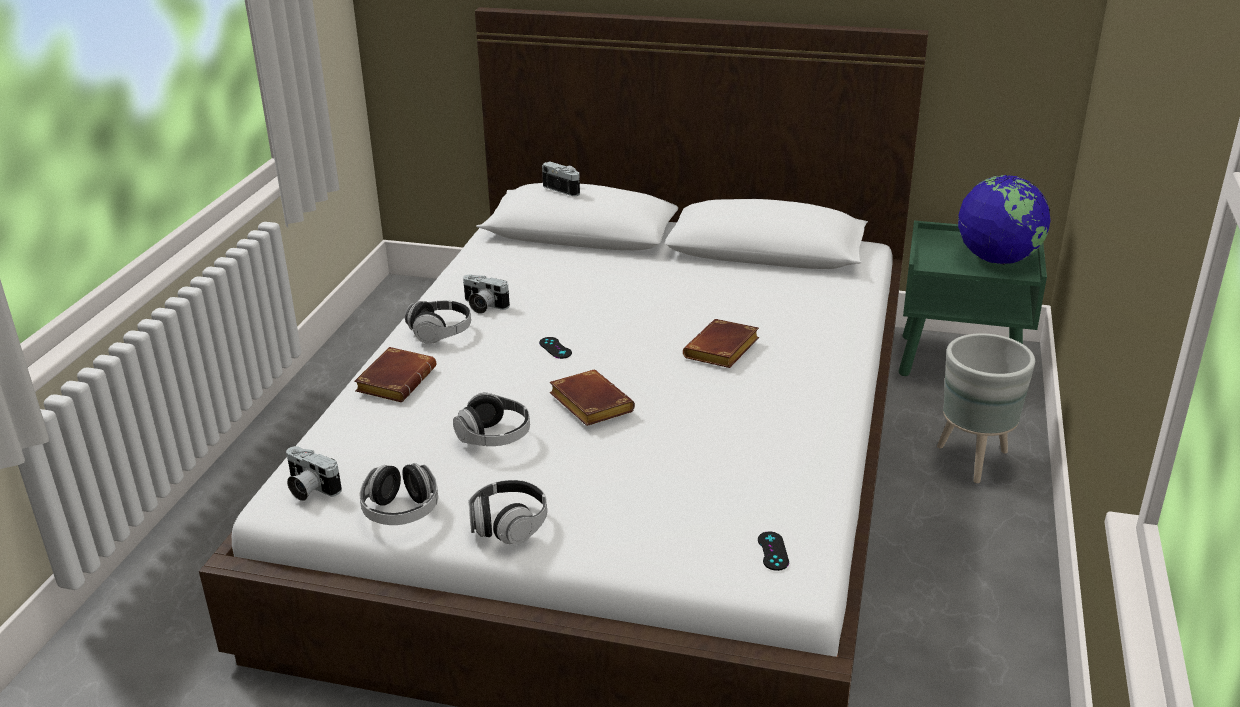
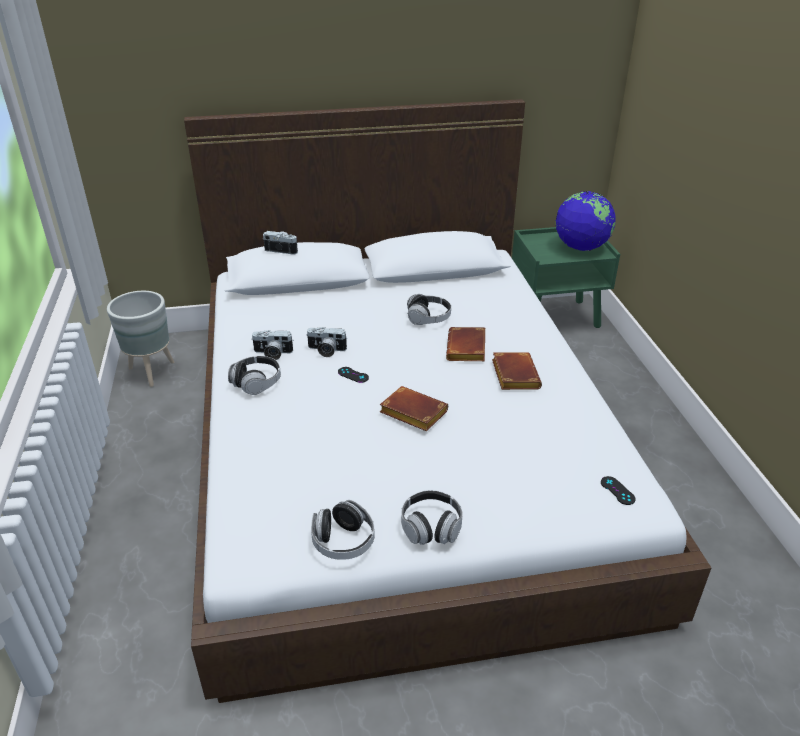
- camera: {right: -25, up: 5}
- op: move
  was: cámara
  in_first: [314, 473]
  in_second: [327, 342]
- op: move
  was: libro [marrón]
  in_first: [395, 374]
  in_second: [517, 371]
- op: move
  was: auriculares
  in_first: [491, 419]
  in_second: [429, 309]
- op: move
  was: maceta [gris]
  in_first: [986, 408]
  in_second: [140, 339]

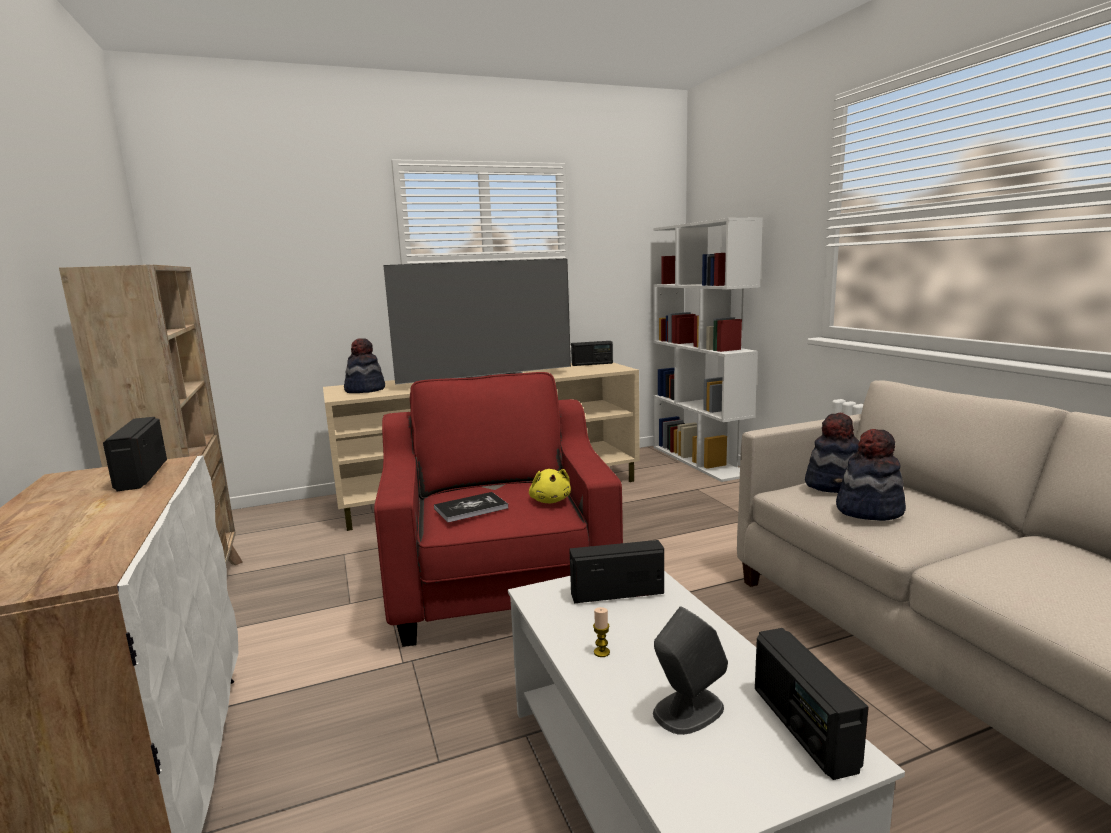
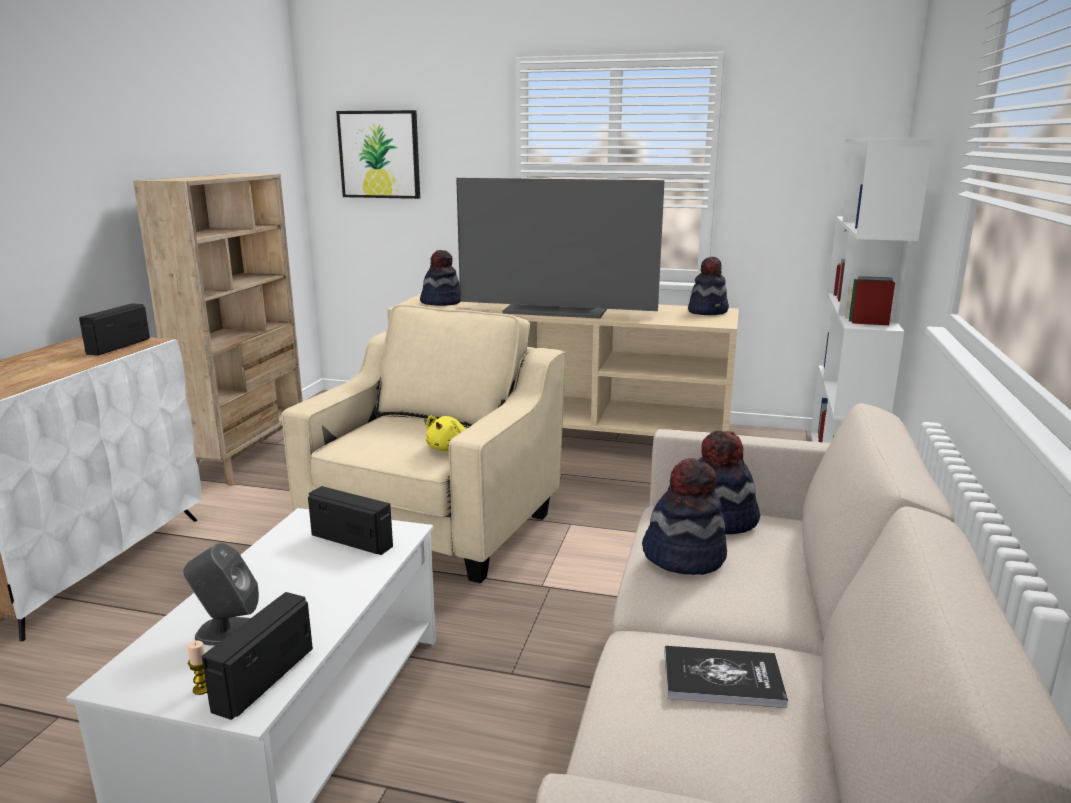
- camera: {right: 35, up: 5}
- op: recolor
  was: sillón [rojo]
  now: sillón [beis]
  in_first: [498, 509]
  in_second: [424, 443]
- op: move
  was: libro
  in_first: [471, 507]
  in_second: [726, 677]
- op: replace
  was: radio
  now: sombrero
  in_first: [592, 353]
  in_second: [708, 285]
- op: move
  was: vela
  in_first: [601, 632]
  in_second: [197, 667]
- op: insert
  now: cuadro
  in_second: [378, 154]

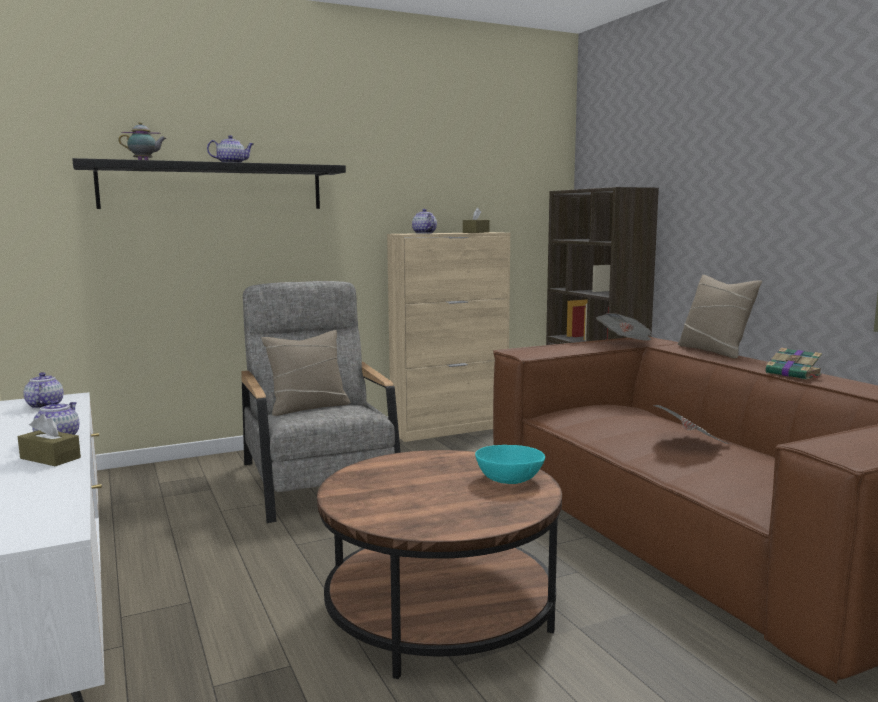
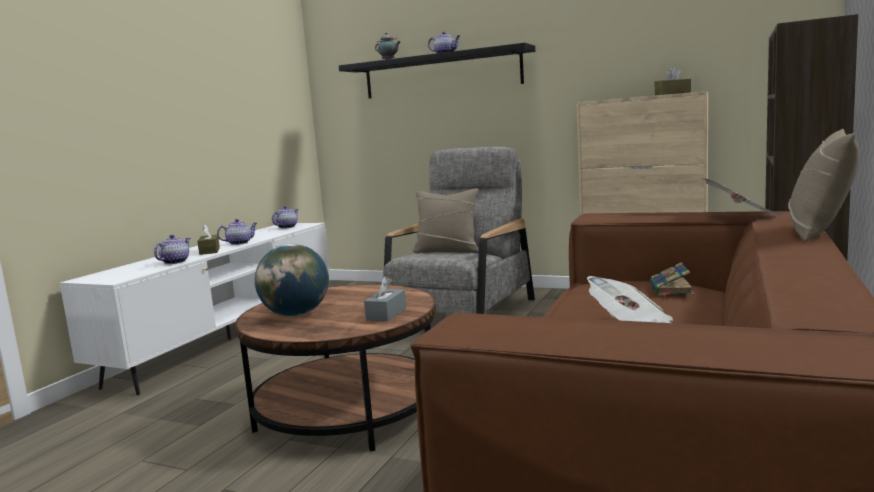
- camera: {right: 50, up: 0}
- op: move
  was: tetera
  in_first: [424, 221]
  in_second: [172, 249]
- op: replace
  was: cuenco [turquesa]
  now: caja de pañuelos [gris]
  in_first: [510, 464]
  in_second: [385, 298]
- op: move
  was: libro
  in_first: [794, 363]
  in_second: [672, 279]
- op: insert
  now: globo terráqueo
  in_second: [292, 280]

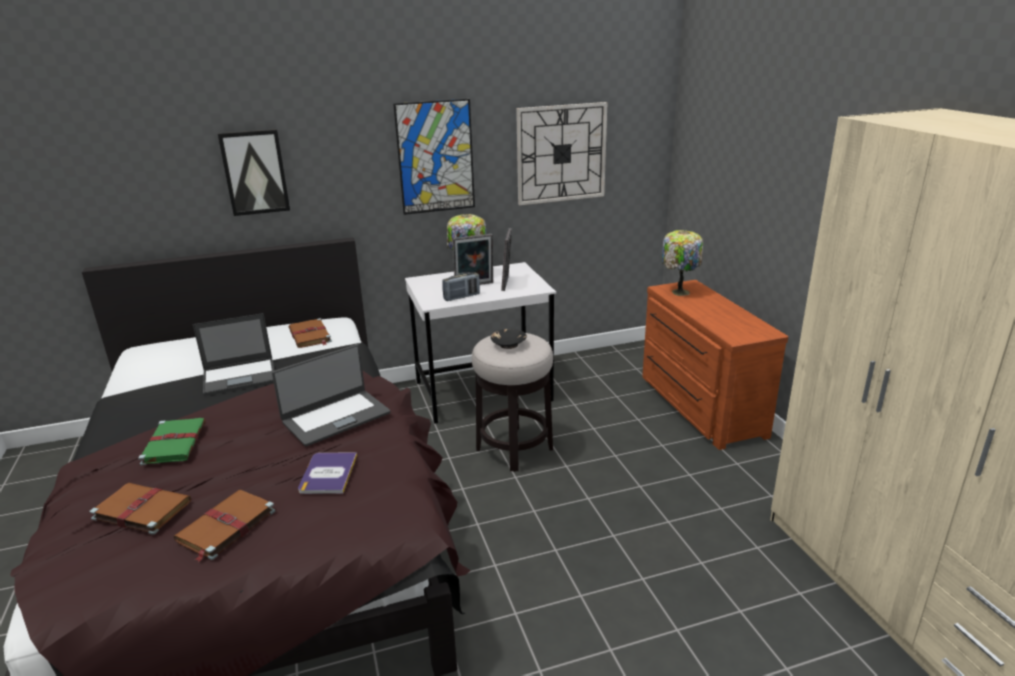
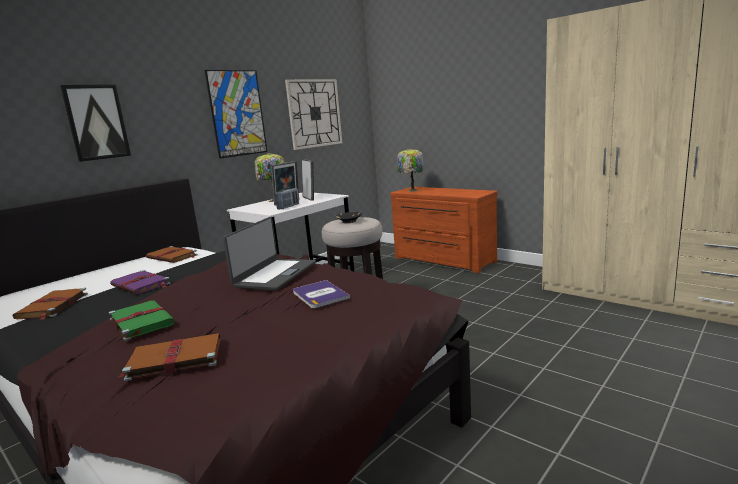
- camera: {right: -30, up: -10}
- op: move
  was: libro [marrón]
  in_first: [224, 526]
  in_second: [50, 304]
- op: replace
  was: portátil
  now: libro [morado]
  in_first: [233, 354]
  in_second: [140, 282]

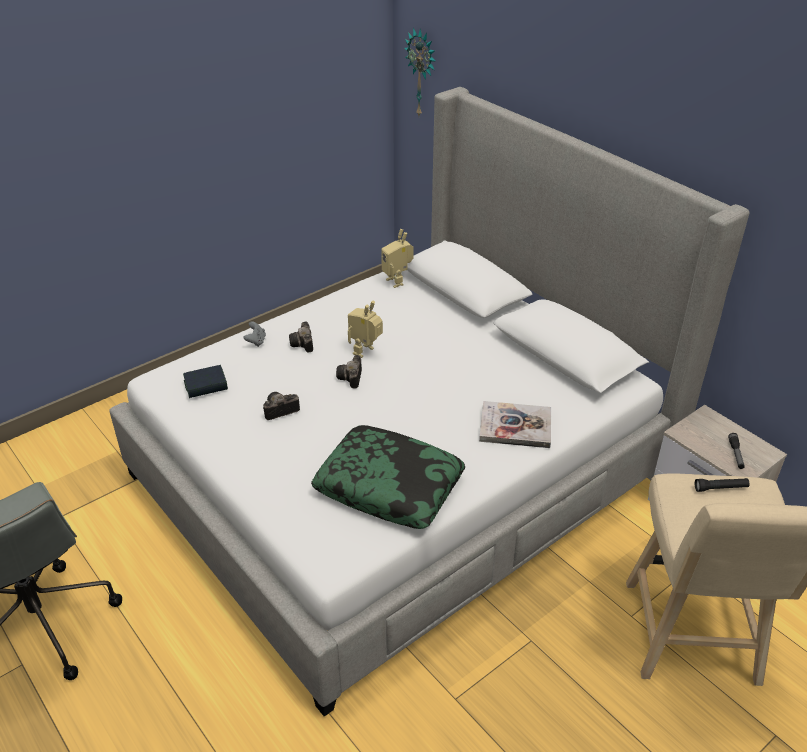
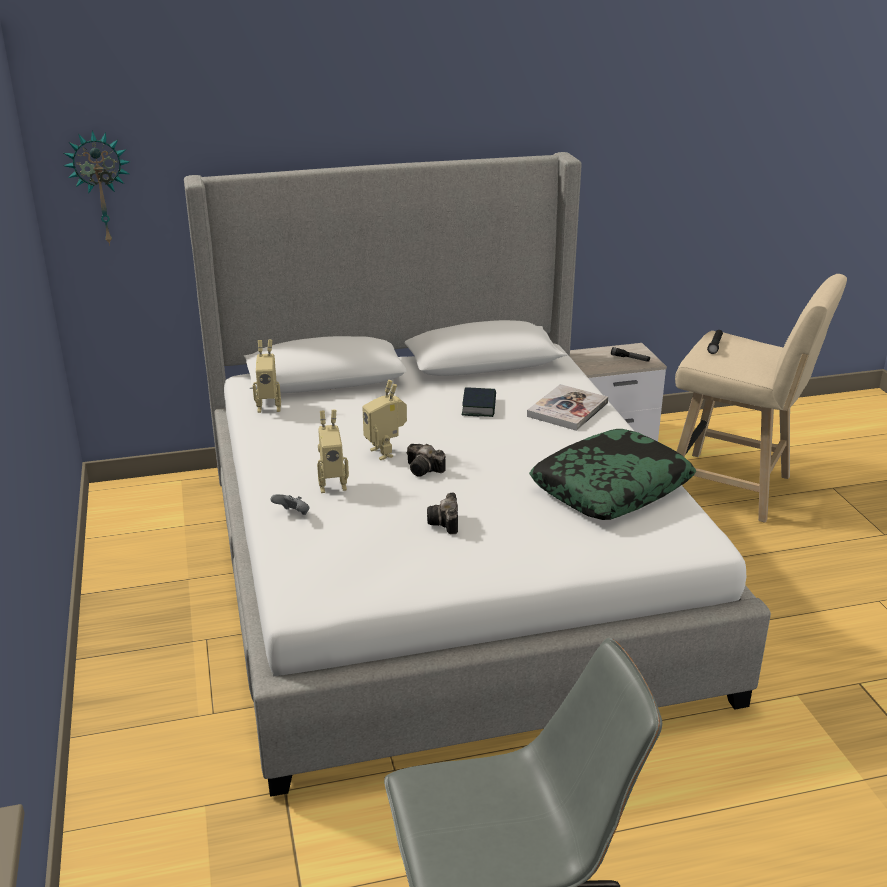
- camera: {right: -65, up: -10}
- op: move
  was: libro
  in_first: [205, 381]
  in_second: [479, 402]
- op: replace
  was: cámara
  now: robot de juguete
  in_first: [301, 336]
  in_second: [333, 451]

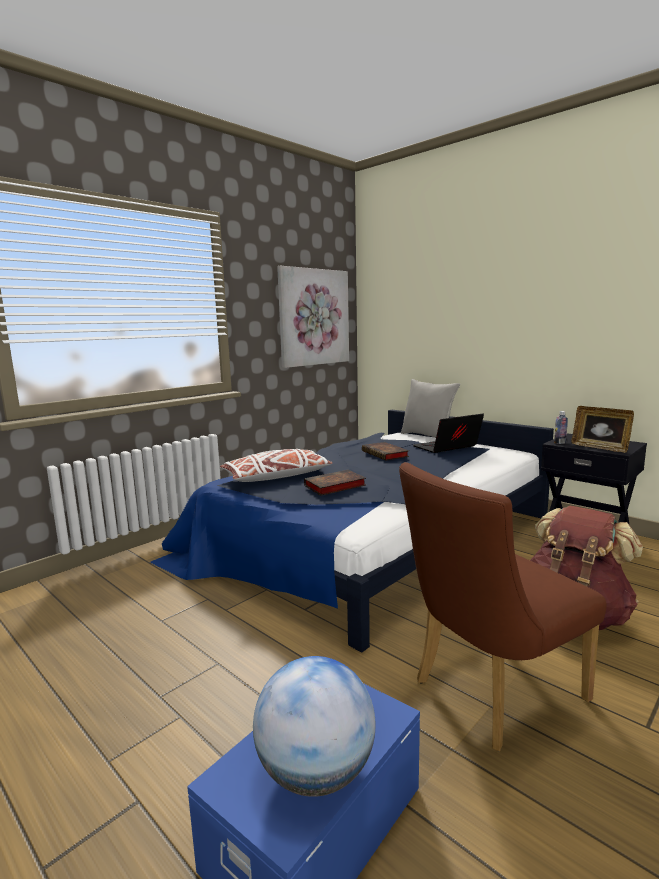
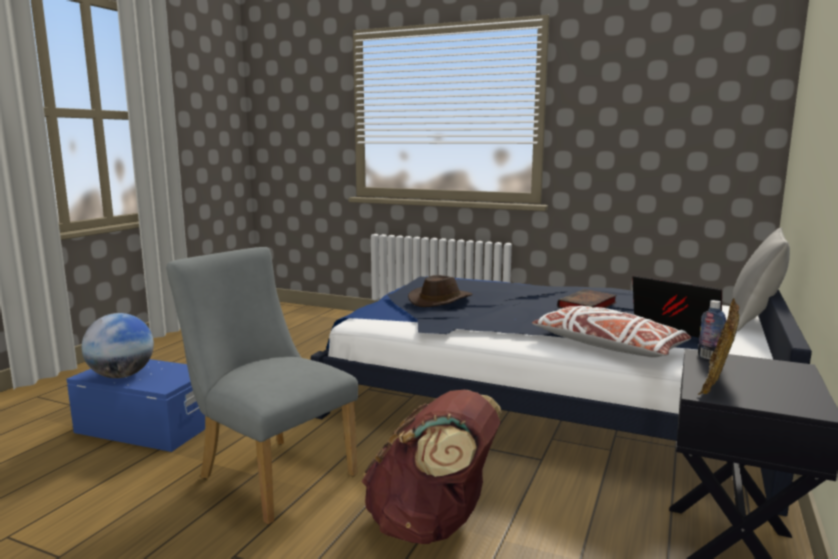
- camera: {right: 70, up: 0}
- op: move
  was: cojín [blanco]
  in_first: [276, 465]
  in_second: [611, 332]
- op: delete
  was: cuadro
  in_first: [313, 317]
- op: replace
  was: libro
  now: sombrero [marrón]
  in_first: [335, 483]
  in_second: [440, 291]
- op: recolor
  was: silla [marrón]
  now: silla [gris]
  in_first: [503, 607]
  in_second: [262, 386]

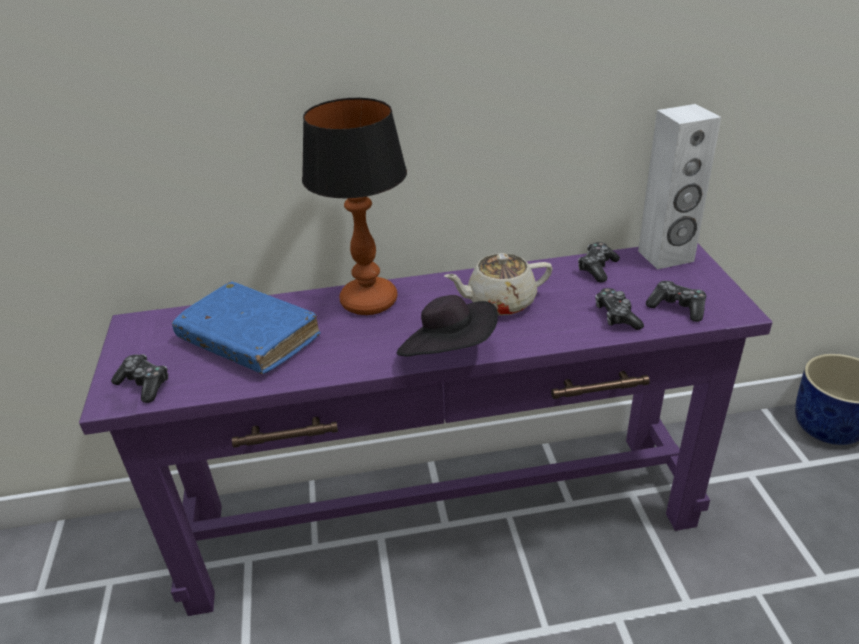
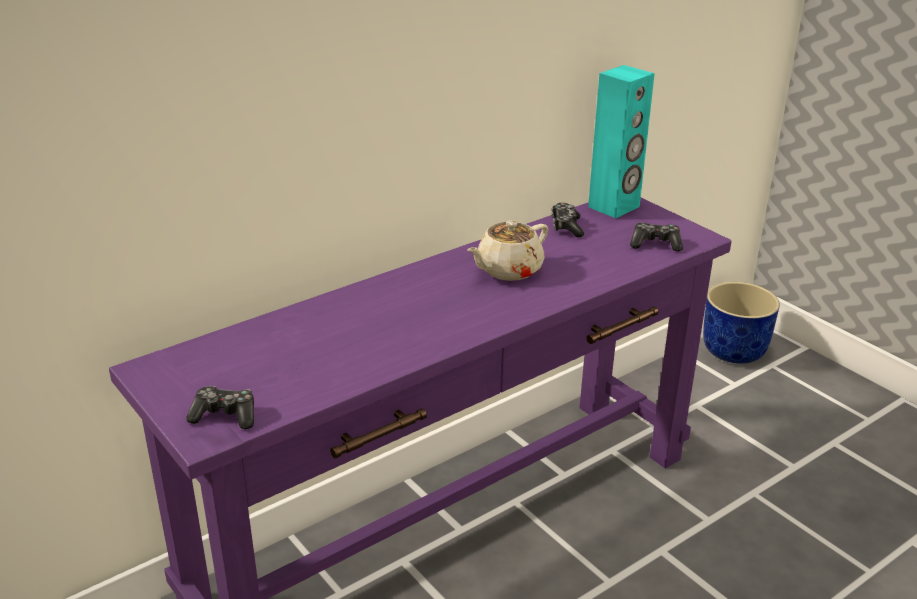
- camera: {right: -30, up: -5}
- op: delete
  was: libro [azul]
  in_first: [246, 328]
- op: delete
  was: lámpara de mesa
  in_first: [354, 206]
- op: delete
  was: sombrero [negro]
  in_first: [447, 326]
- op: delete
  was: mando de consola
  in_first: [619, 309]
- op: recolor
  was: altavoz [blanco]
  now: altavoz [turquesa]
  in_first: [679, 186]
  in_second: [621, 141]

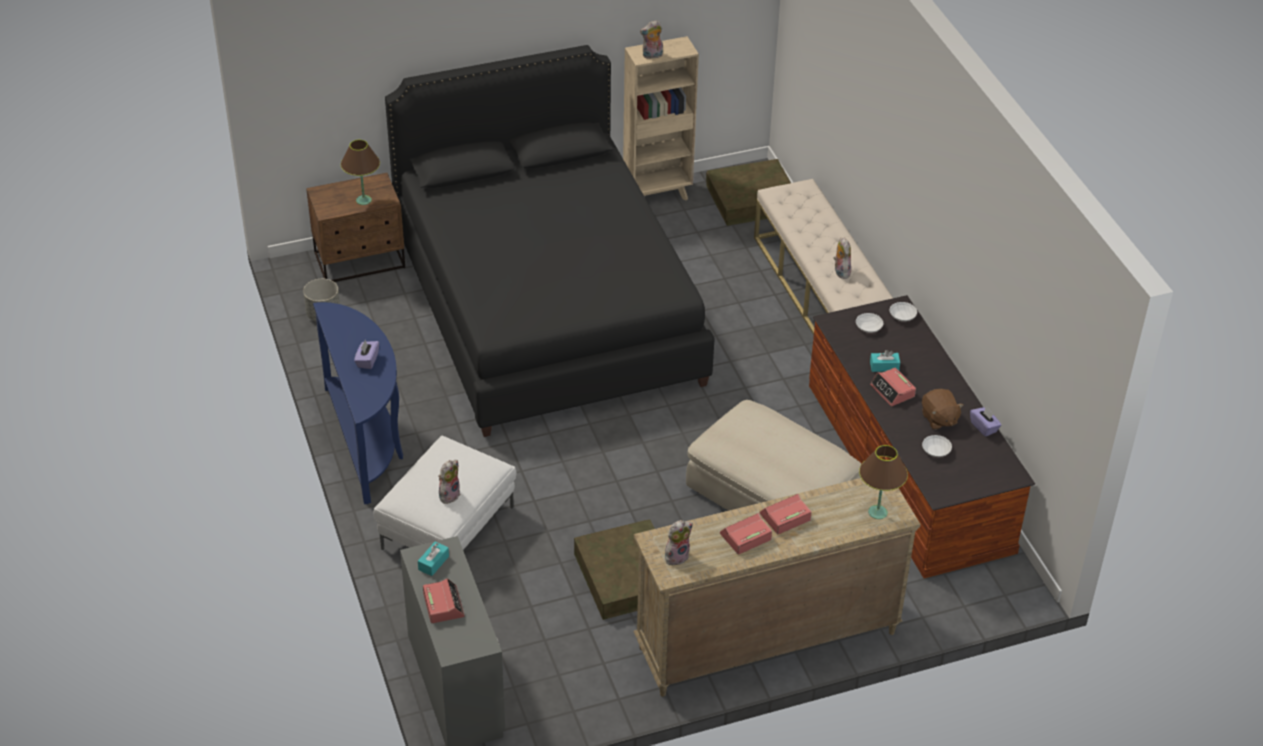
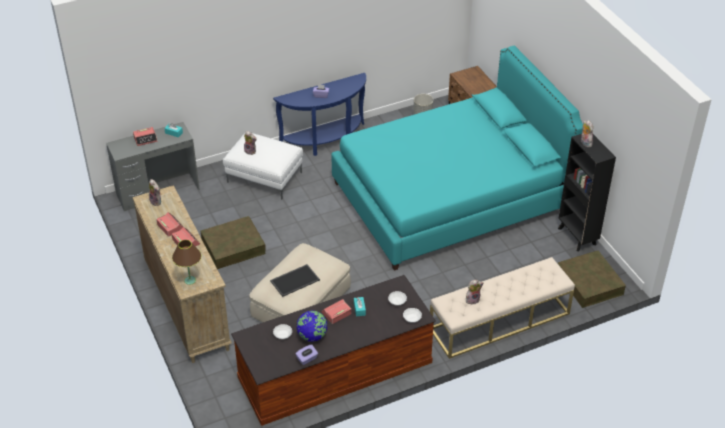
- camera: {right: 85, up: 0}
- op: delete
  was: lámpara de mesa [marrón]
  in_first: [360, 172]
- op: recolor
  was: cama [negro]
  now: cama [turquesa]
  in_first: [550, 241]
  in_second: [457, 158]
- op: recolor
  was: estantería [beis]
  now: estantería [negro]
  in_first: [661, 118]
  in_second: [587, 192]
- op: replace
  was: peluche [marrón]
  now: globo terráqueo
  in_first: [943, 409]
  in_second: [312, 326]
- op: insert
  now: bandeja
  in_second: [295, 280]

